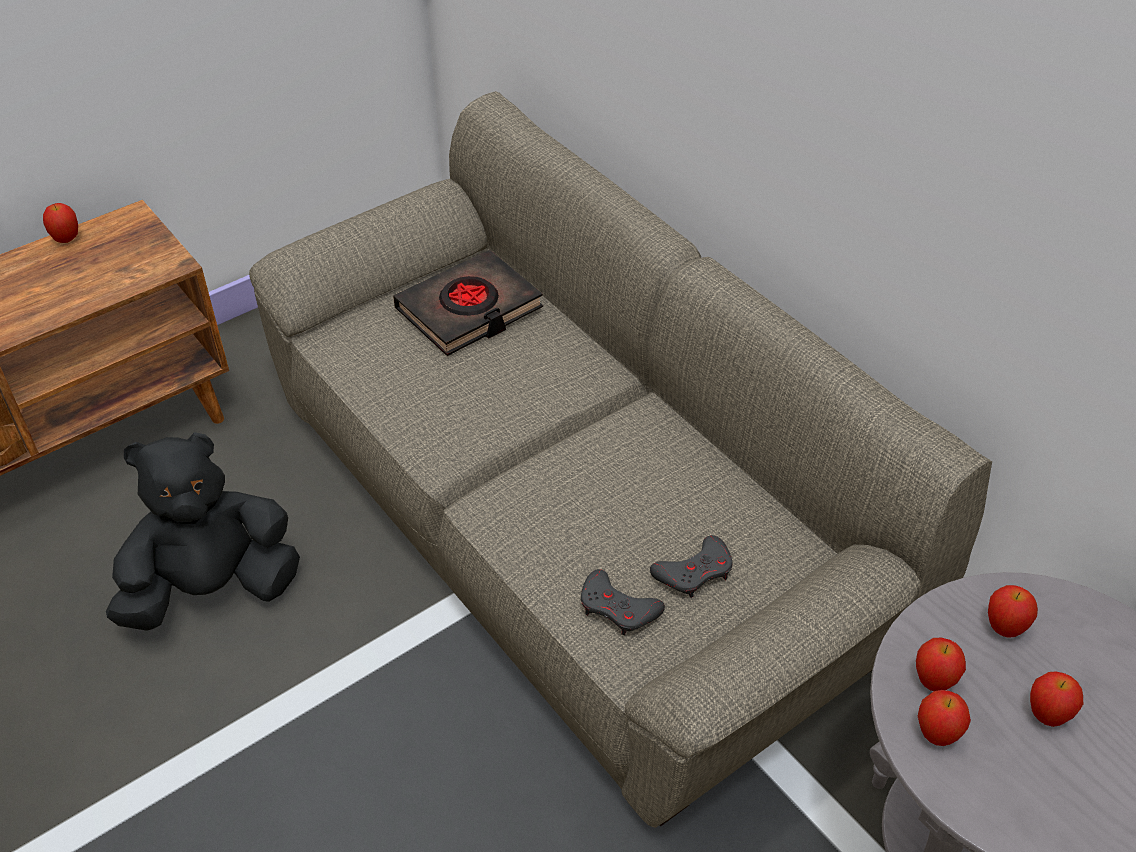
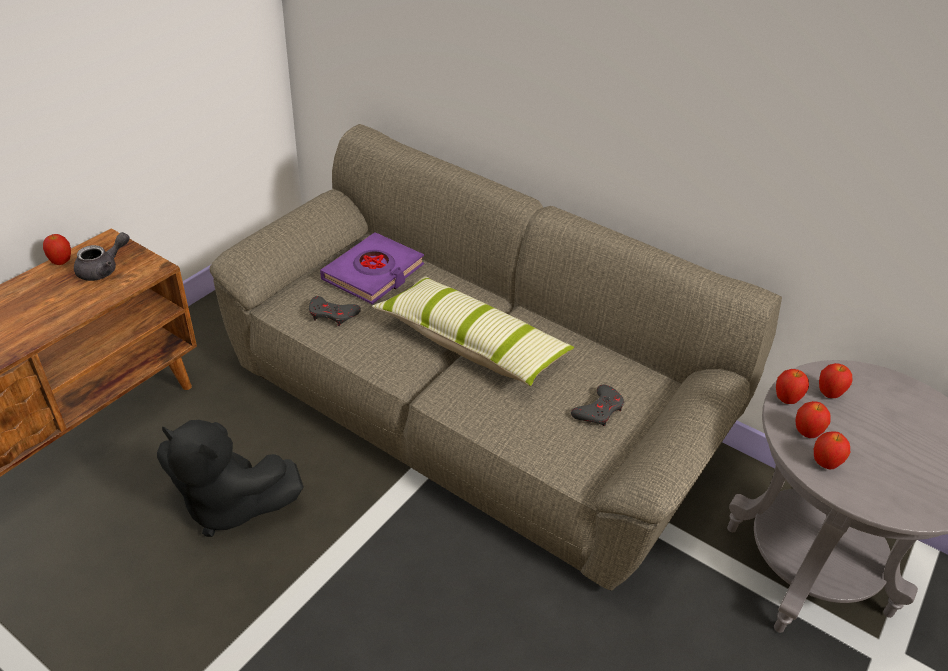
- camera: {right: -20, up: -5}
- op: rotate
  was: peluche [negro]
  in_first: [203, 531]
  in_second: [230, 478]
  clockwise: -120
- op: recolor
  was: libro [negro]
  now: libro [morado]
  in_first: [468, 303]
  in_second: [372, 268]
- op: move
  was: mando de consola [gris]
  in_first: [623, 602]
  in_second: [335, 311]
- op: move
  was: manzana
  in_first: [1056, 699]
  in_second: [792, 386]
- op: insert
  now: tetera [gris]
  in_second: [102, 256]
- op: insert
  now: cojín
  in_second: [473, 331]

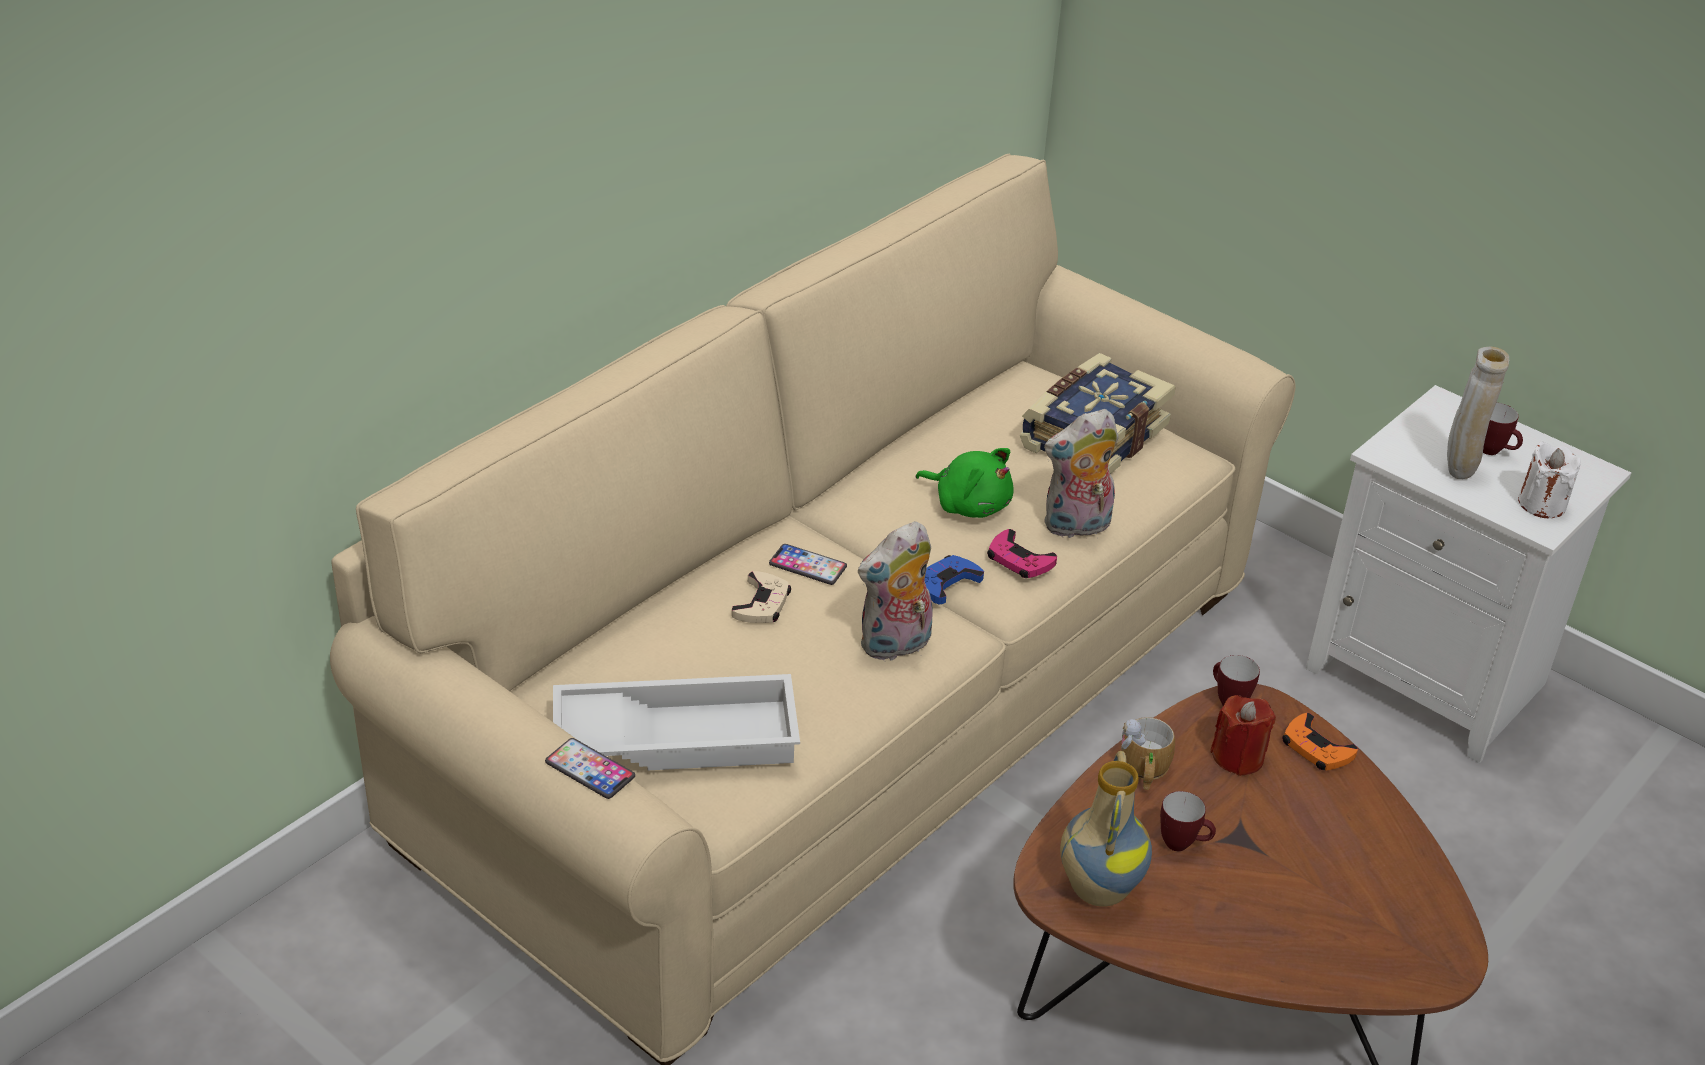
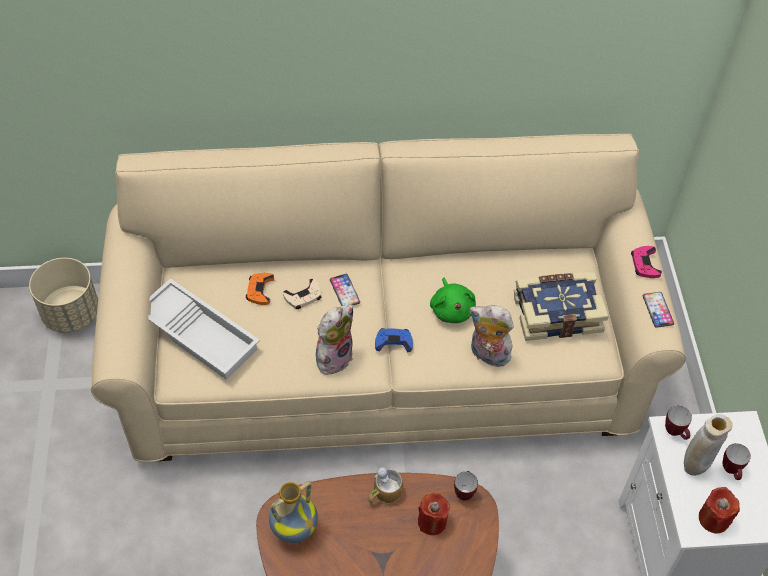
- camera: {right: 45, up: 15}
- op: move
  was: móvil
  in_first: [590, 768]
  in_second: [658, 310]
- op: rotate
  was: peluche
  in_first: [895, 590]
  in_second: [334, 339]
  clockwise: 120
- op: move
  was: mando de consola [rosa]
  in_first: [1022, 553]
  in_second: [646, 262]
- op: move
  was: taza grande
  in_first: [1188, 821]
  in_second: [678, 423]
- op: move
  was: mando de consola [naranja]
  in_first: [1320, 742]
  in_second: [260, 289]
- op: recolor
  was: vela [blanco]
  now: vela [rojo]
  in_first: [1549, 479]
  in_second: [719, 510]
- op: insert
  now: maceta [beis]
  in_second: [63, 295]

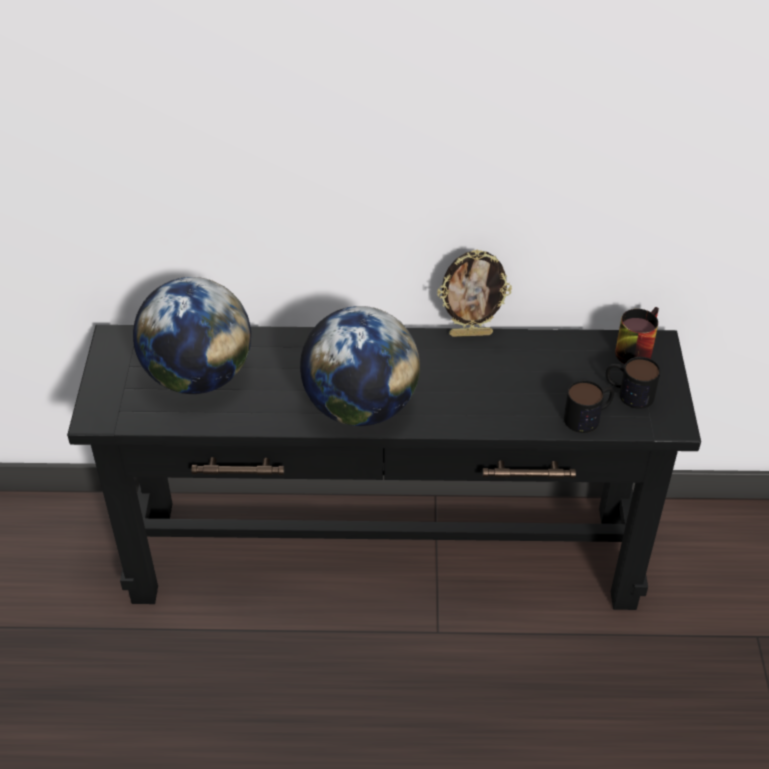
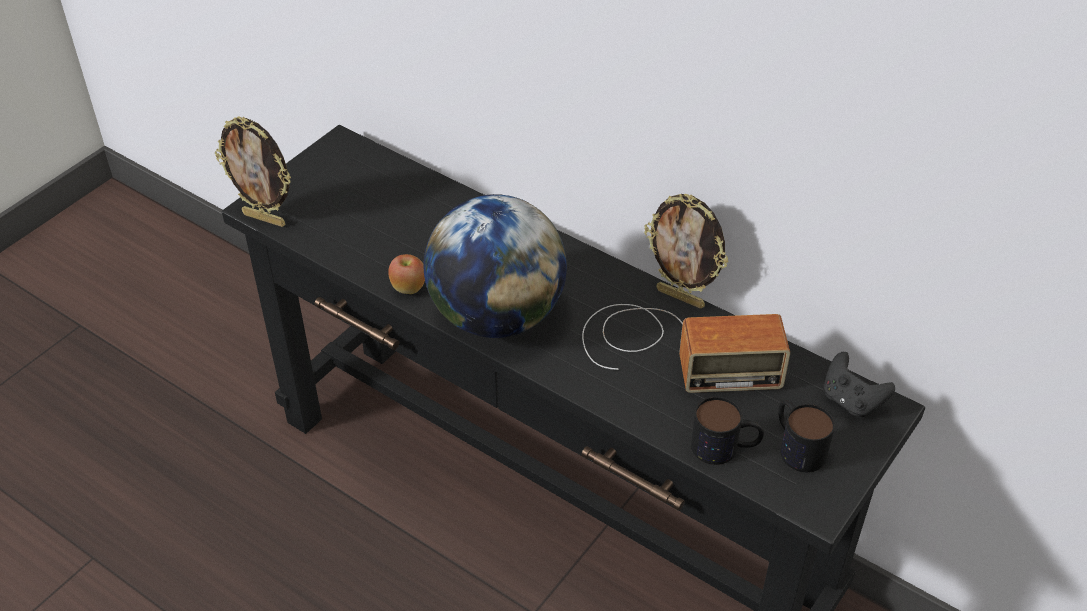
- camera: {right: 35, up: 0}
- op: delete
  was: globo terráqueo
  in_first: [192, 335]
- op: replace
  was: taza grande
  now: mando de consola [negro]
  in_first: [637, 335]
  in_second: [859, 384]
- op: insert
  now: portarretratos
  in_second: [253, 171]
- op: insert
  now: manzana
  in_second: [406, 274]
- op: insert
  now: radio
  in_second: [686, 348]

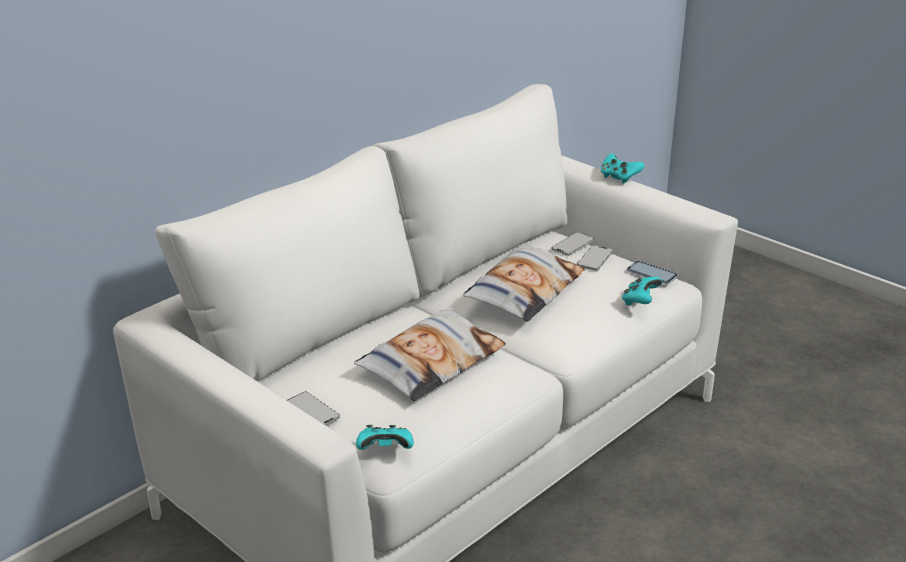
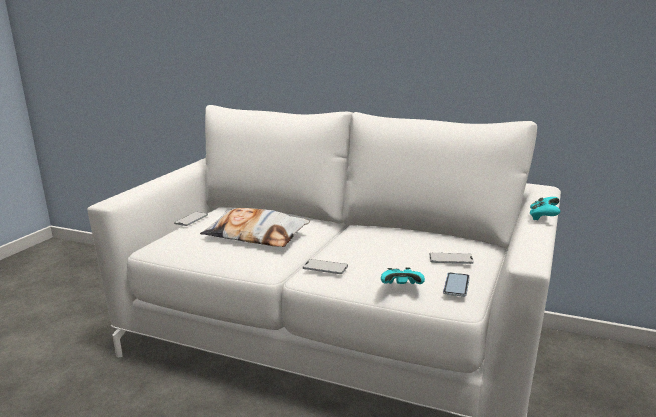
- camera: {right: 70, up: -10}
- op: delete
  was: mando de consola [turquesa]
  in_first: [385, 437]
- op: delete
  was: cojín
  in_first: [524, 282]
- op: move
  was: móvil
  in_first: [573, 244]
  in_second: [325, 266]

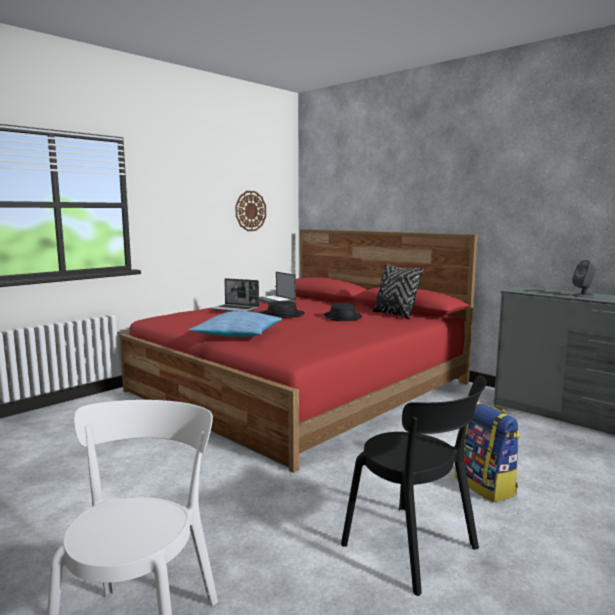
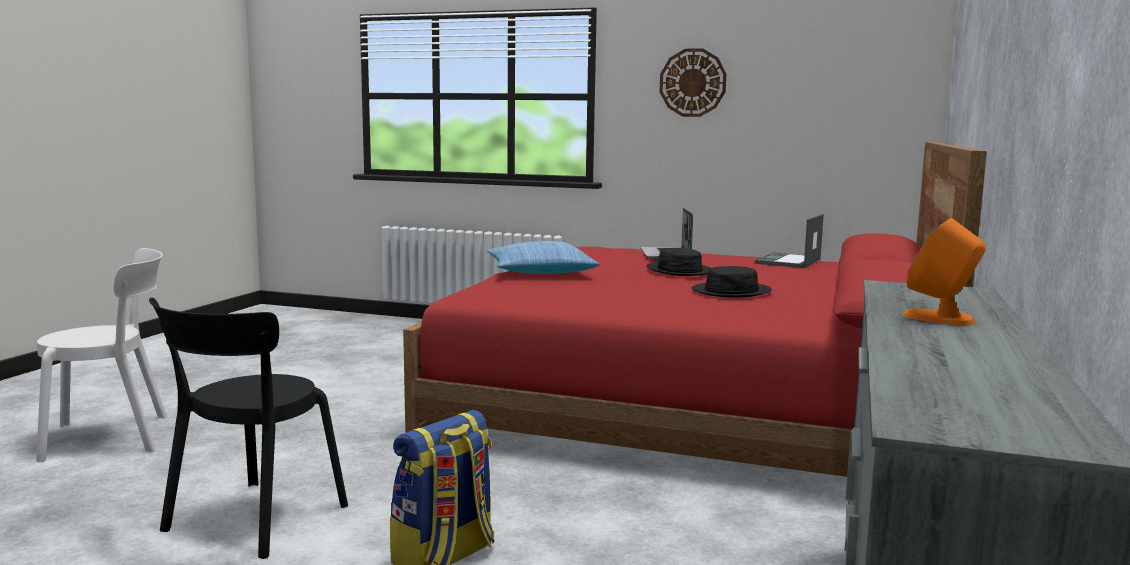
- camera: {right: 65, up: 0}
- op: move
  was: reloj de pared
  in_first: [251, 211]
  in_second: [693, 82]
- op: delete
  was: cojín [negro]
  in_first: [398, 291]
- op: recolor
  was: altavoz [gris]
  now: altavoz [naranja]
  in_first: [584, 278]
  in_second: [944, 271]

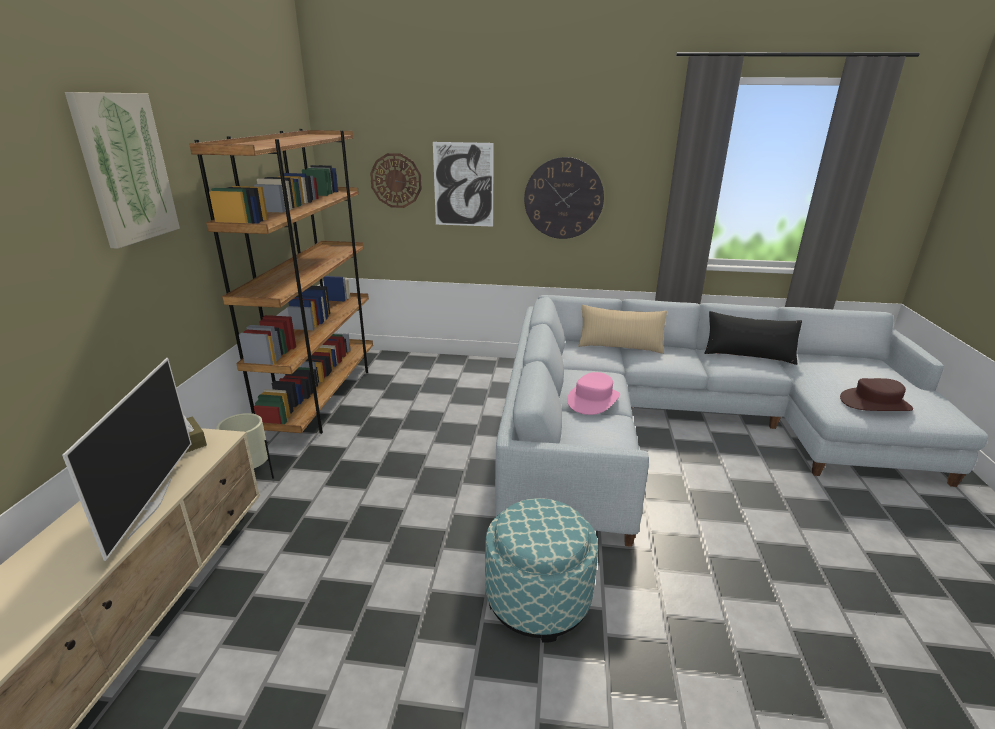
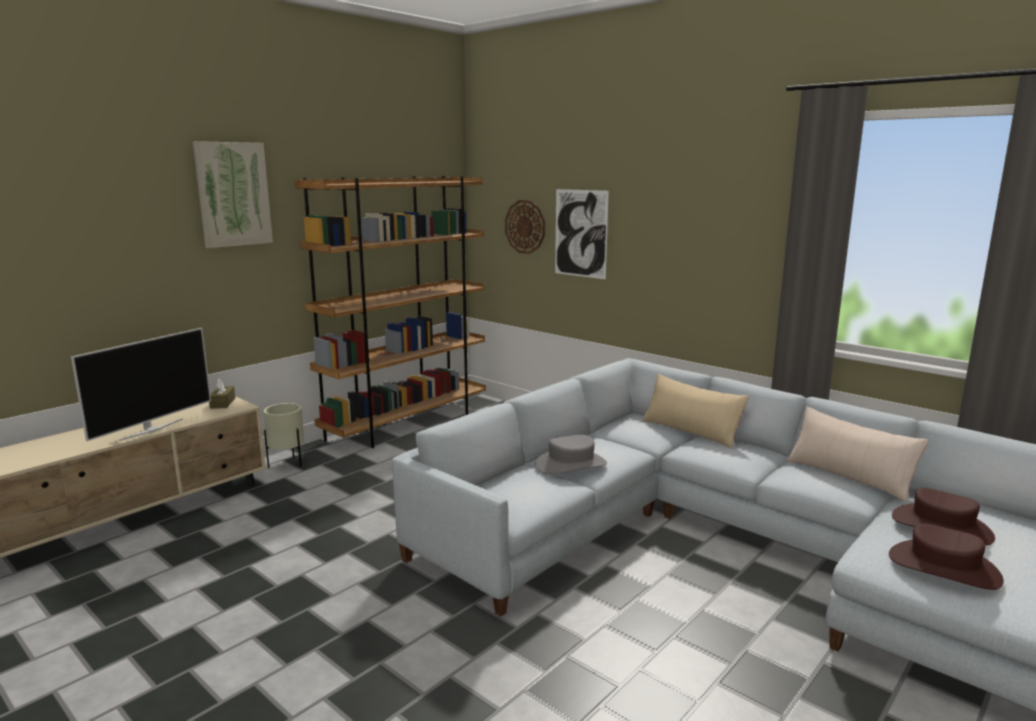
- camera: {right: 35, up: -10}
- op: delete
  was: puf
  in_first: [541, 570]
- op: delete
  was: reloj de pared
  in_first: [564, 198]
- op: recolor
  was: sombrero [rosa]
  now: sombrero [gris]
  in_first: [593, 393]
  in_second: [571, 454]
- op: recolor
  was: cojín [negro]
  now: cojín [beis]
  in_first: [753, 338]
  in_second: [857, 454]
- op: insert
  now: sombrero [marrón]
  in_second: [943, 516]

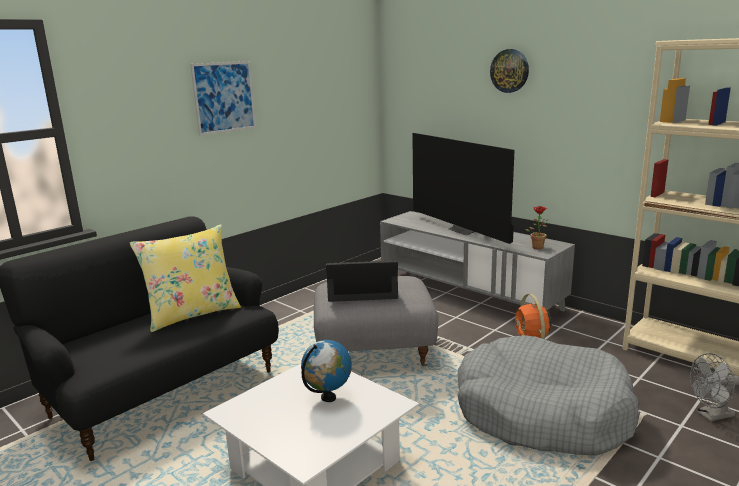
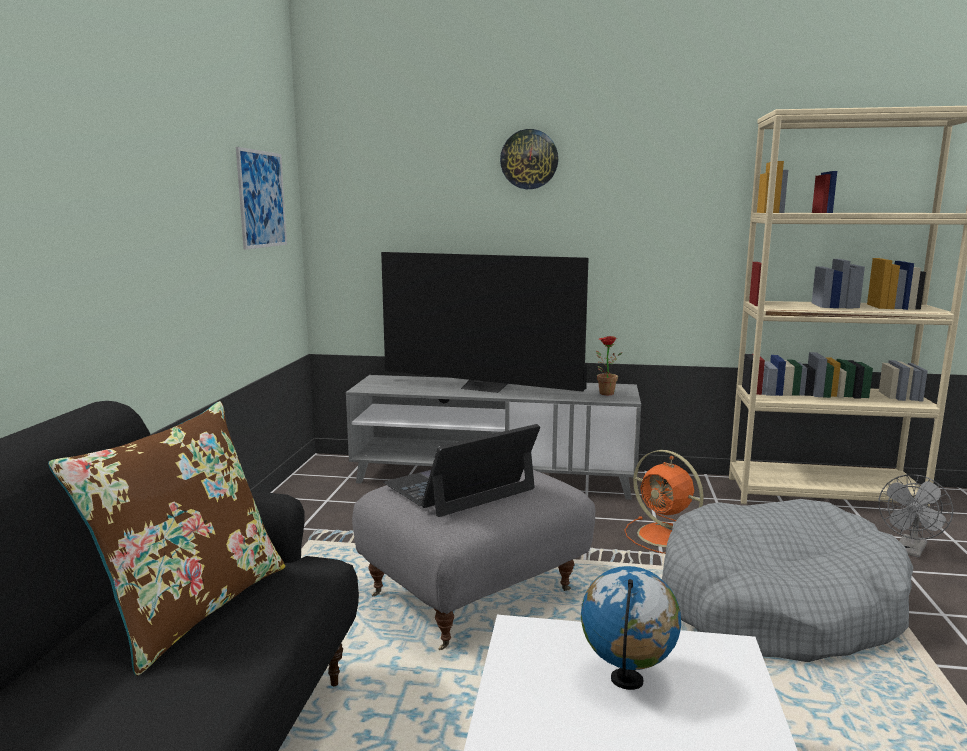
- camera: {right: -35, up: -5}
- op: recolor
  was: cojín [amarillo]
  now: cojín [marrón]
  in_first: [185, 278]
  in_second: [166, 538]
- op: move
  was: cuadro
  in_first: [223, 98]
  in_second: [261, 198]

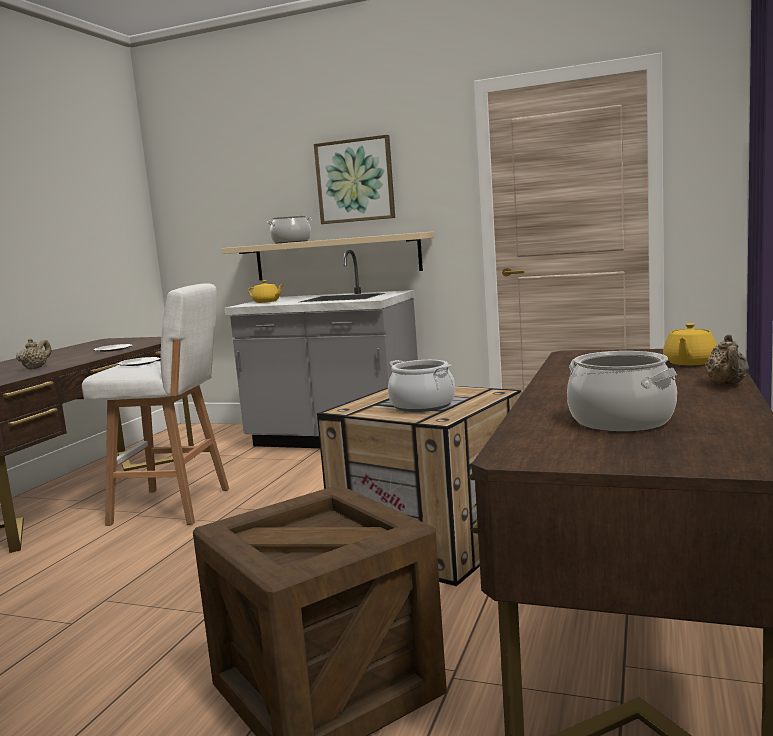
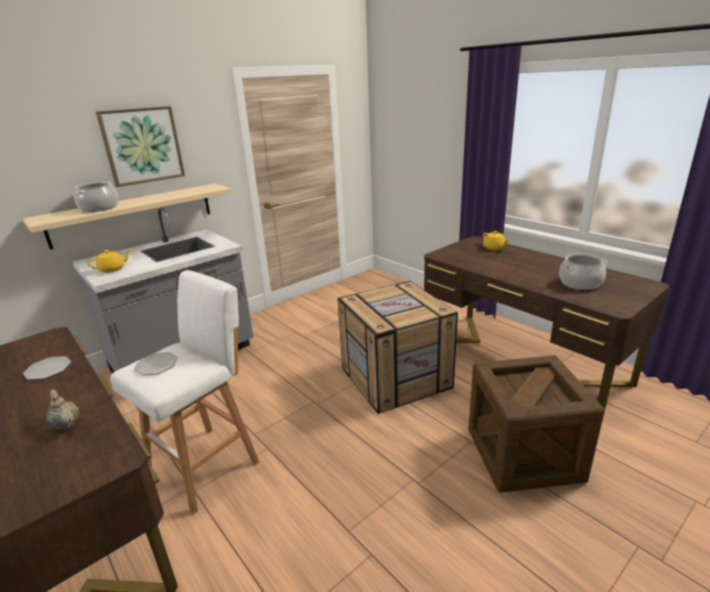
- camera: {right: -60, up: 15}
- op: delete
  was: olla
  in_first: [421, 386]
- op: delete
  was: tetera [beis]
  in_first: [727, 359]

